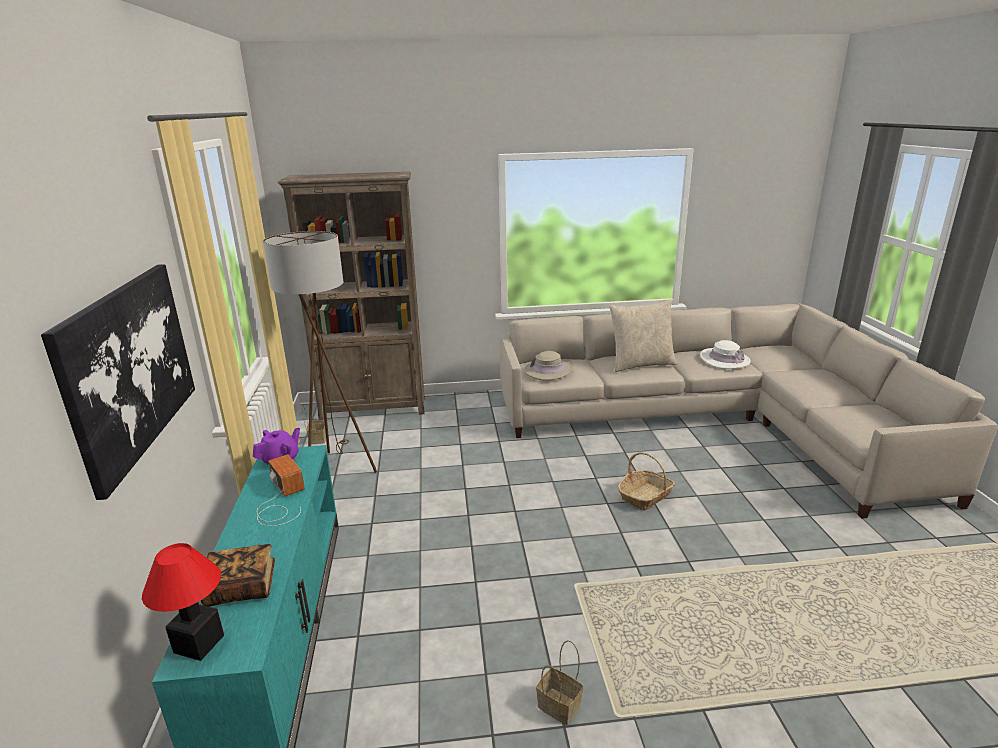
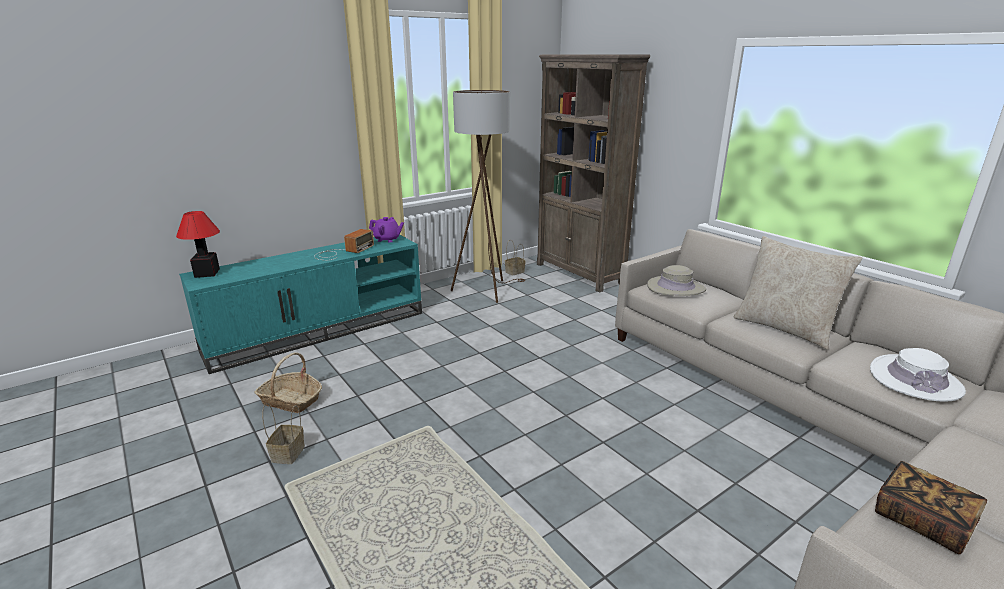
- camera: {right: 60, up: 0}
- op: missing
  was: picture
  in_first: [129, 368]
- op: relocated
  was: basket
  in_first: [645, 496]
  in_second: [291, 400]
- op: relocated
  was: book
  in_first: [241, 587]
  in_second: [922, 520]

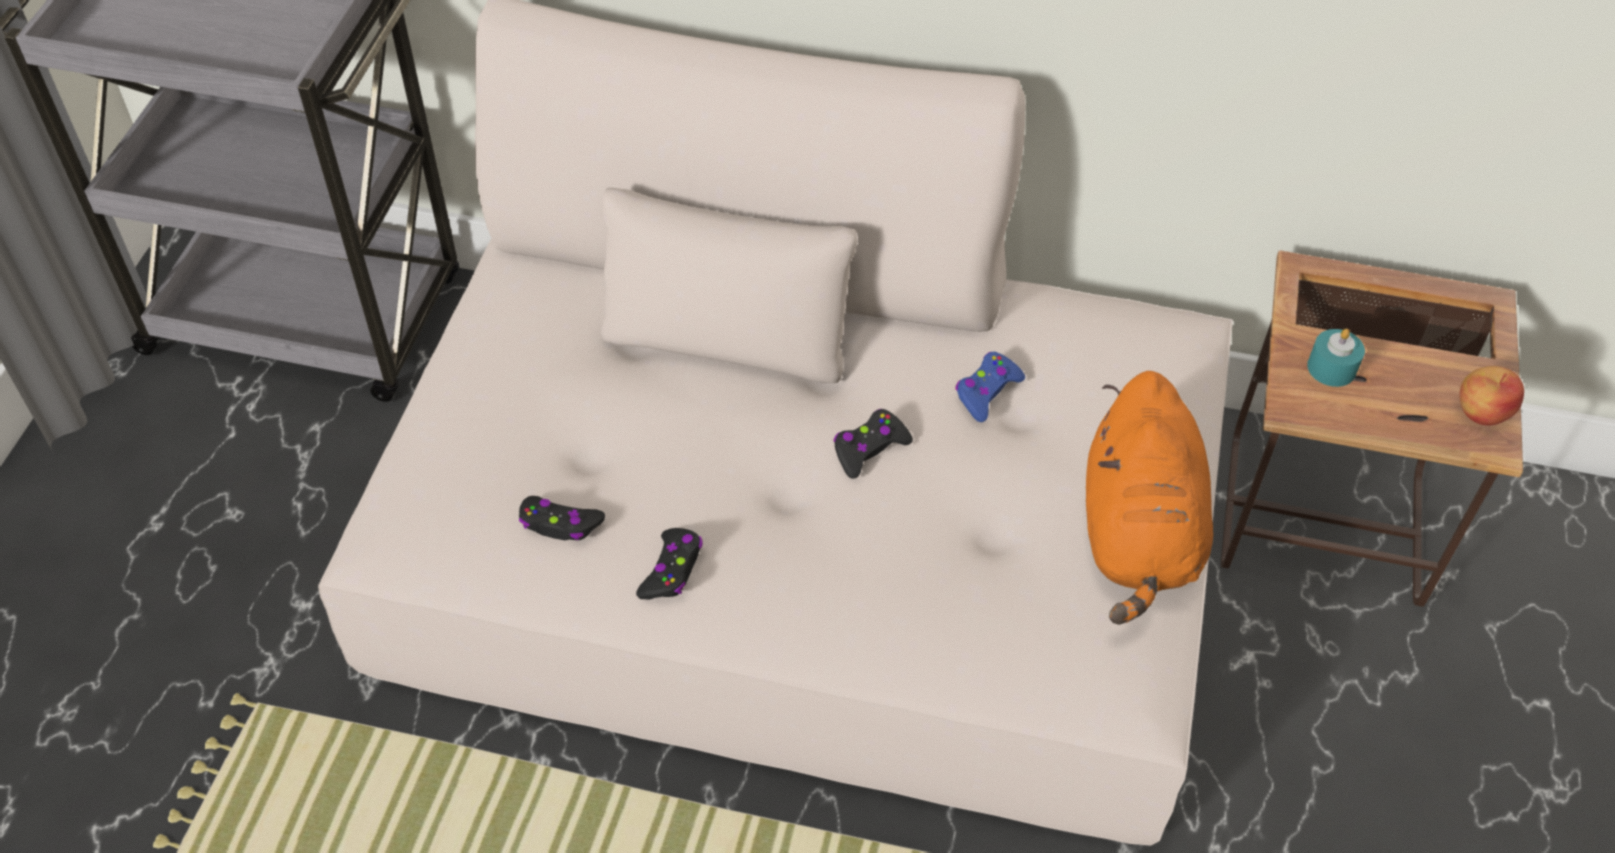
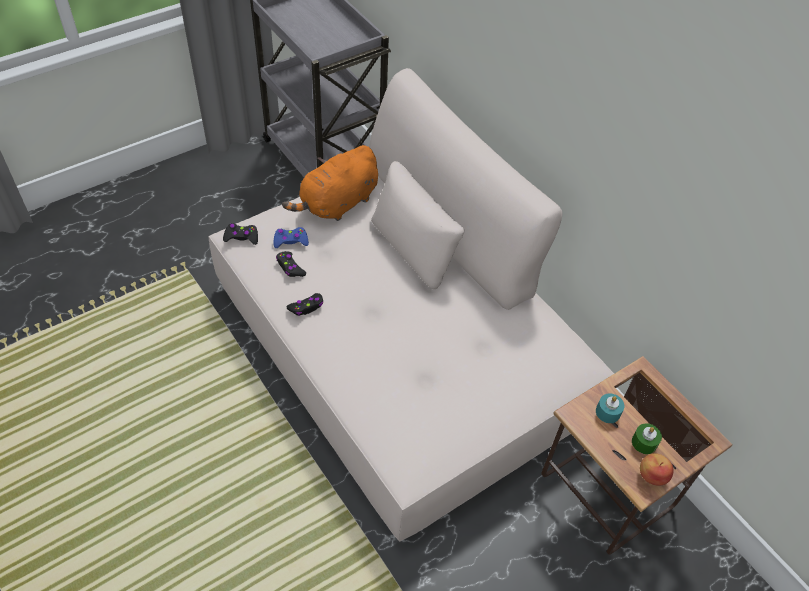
- camera: {right: 40, up: 0}
- op: relocated
  was: blue_game_controller
  in_first: [986, 392]
  in_second: [290, 241]
- op: relocated
  was: orange_plush_toy
  in_first: [1138, 534]
  in_second: [337, 204]
- op: relocated
  was: black_game_controller
  in_first: [869, 449]
  in_second: [241, 237]
- op: appeared
  now: green_candle
  in_second: [644, 442]

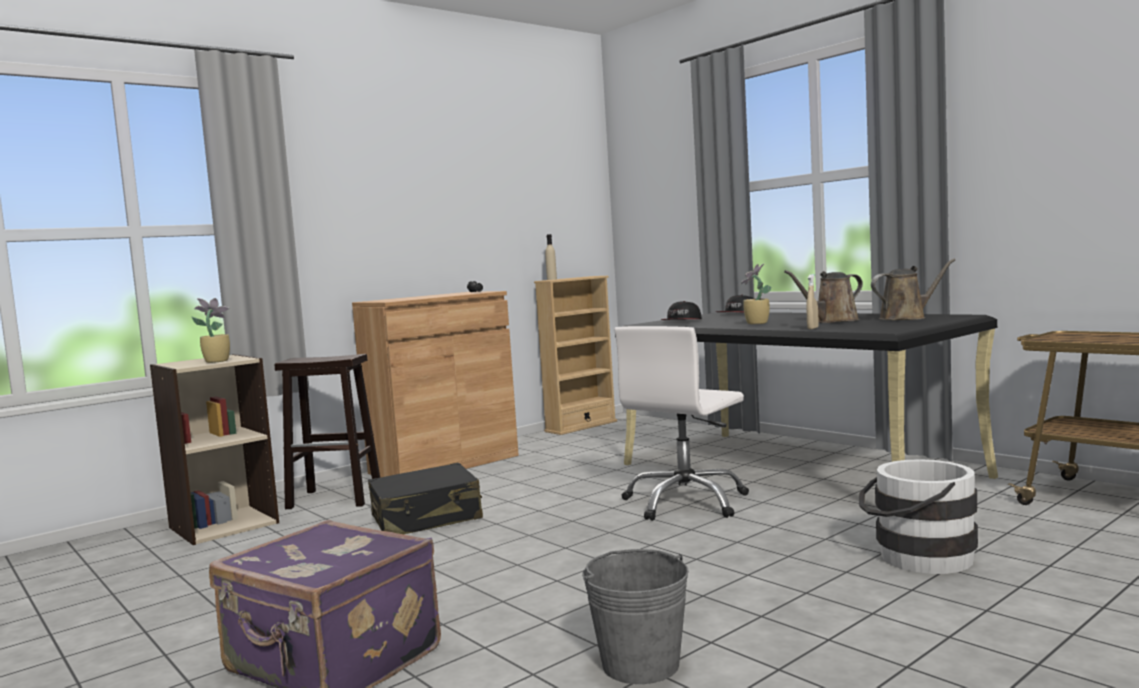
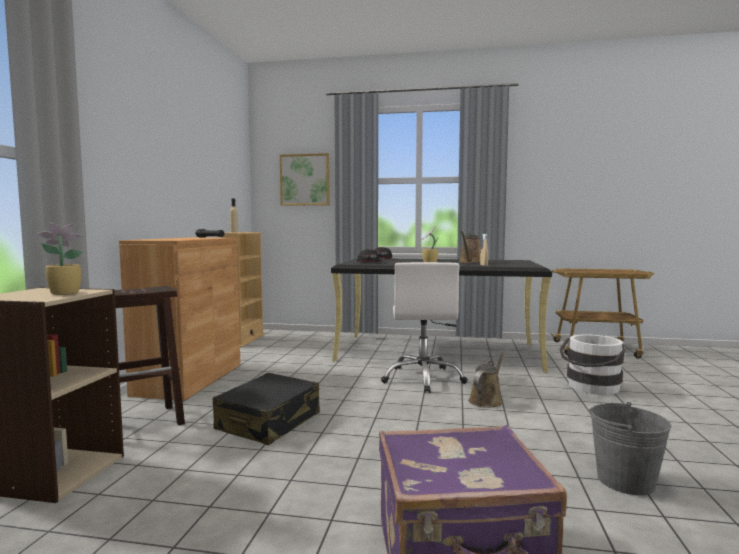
- camera: {right: -40, up: 0}
- op: relocated
  was: brown_watering_can
  in_first: [906, 318]
  in_second: [486, 400]
- op: appeared
  now: picture
  in_second: [305, 180]

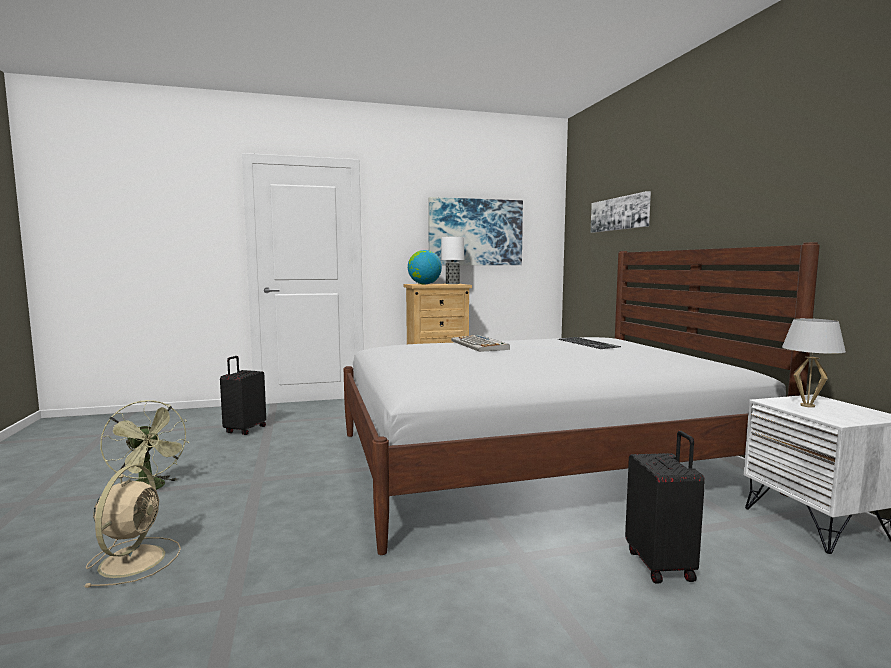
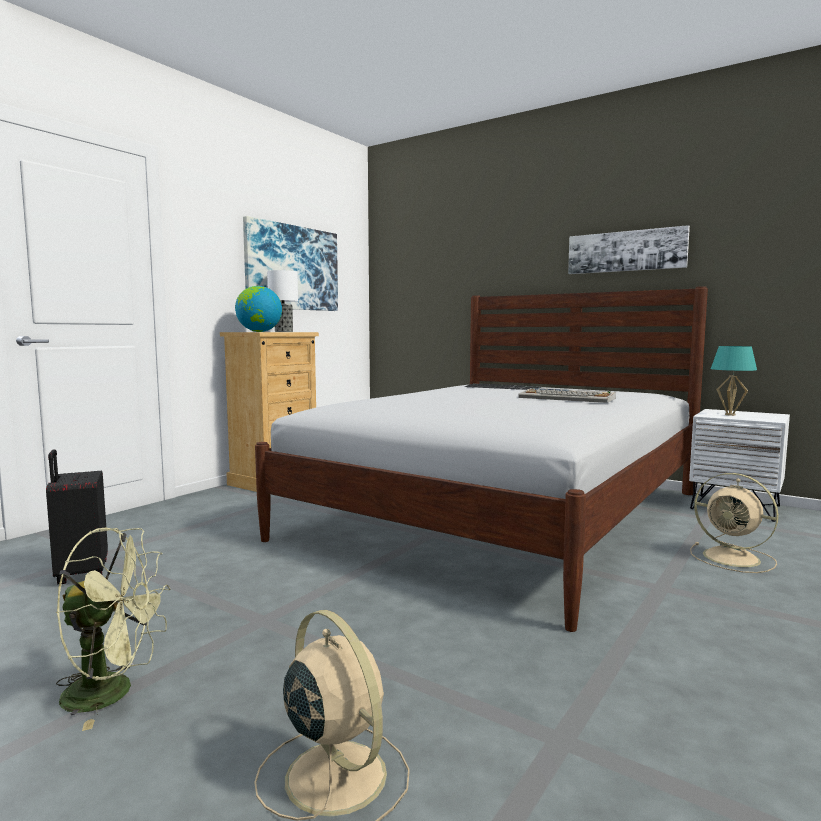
- camera: {right: -40, up: 0}
- op: relocated
  was: picture
  in_first: [620, 213]
  in_second: [626, 251]
- op: colour
  was: white_table_lamp
  now: turquoise_table_lamp
  in_first: [807, 406]
  in_second: [730, 415]
- op: relocated
  was: keyboard
  in_first: [479, 345]
  in_second: [567, 398]
- op: exchanged
  was: black_suitcase
  now: beige_fan
  in_first: [661, 565]
  in_second: [734, 558]

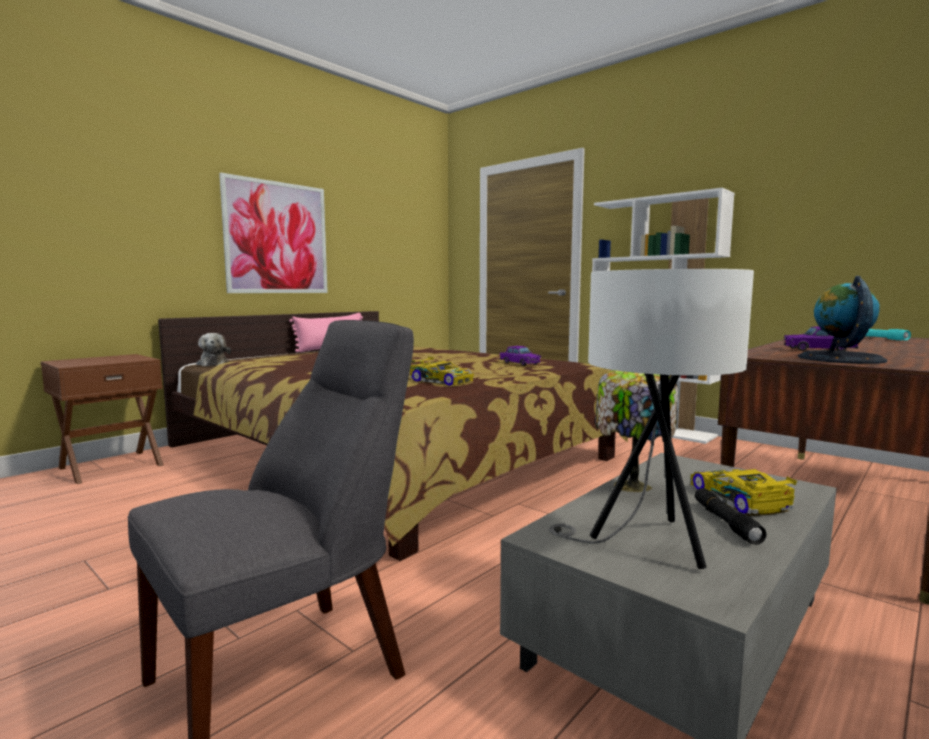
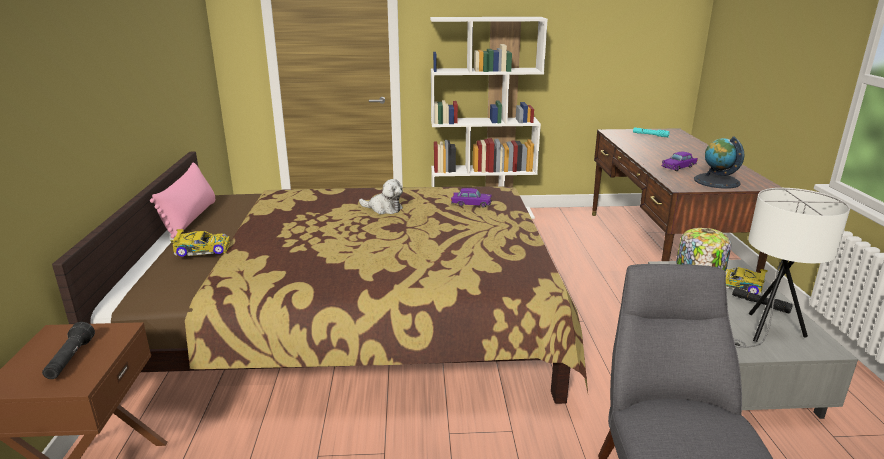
- camera: {right: -45, up: 15}
- op: missing
  was: picture
  in_first: [277, 238]
- op: relocated
  was: plush_toy
  in_first: [213, 364]
  in_second: [384, 209]
- op: relocated
  was: toy_car
  in_first: [440, 381]
  in_second: [201, 249]
- op: appeared
  now: black_flashlight
  in_second: [70, 360]

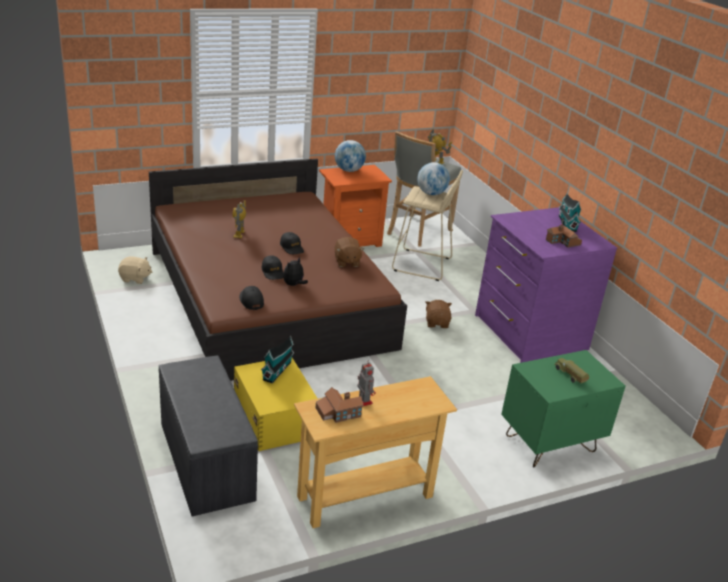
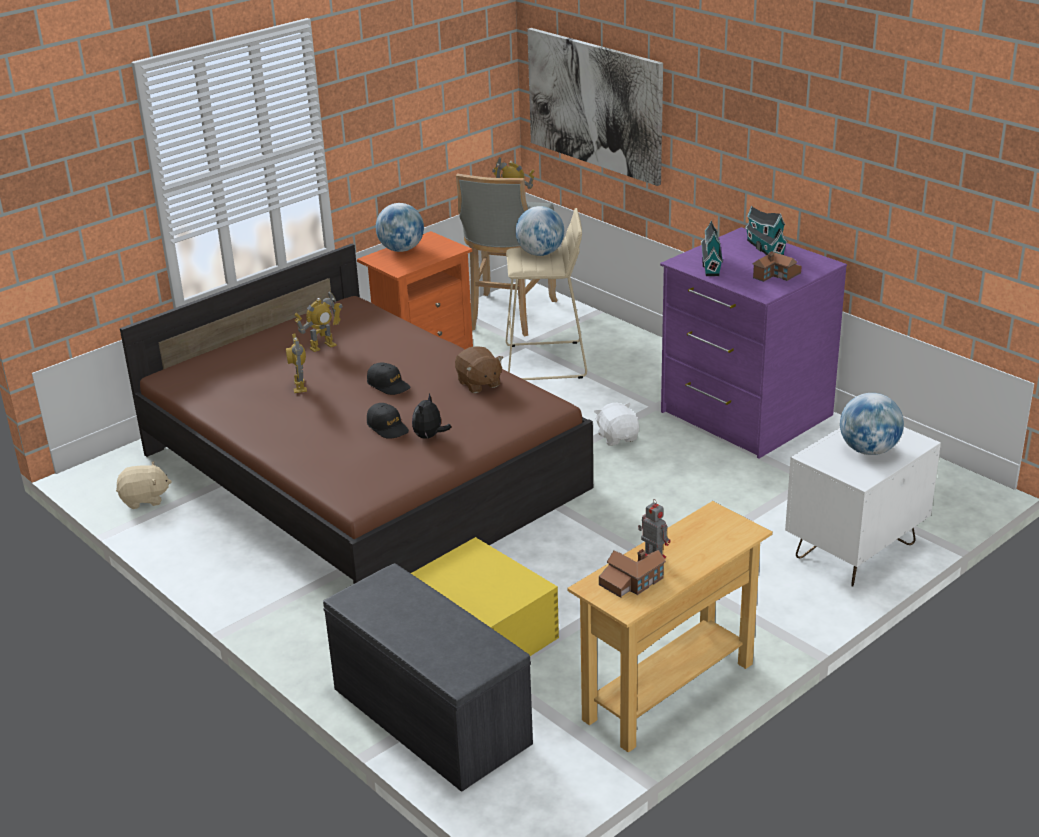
- camera: {right: -15, up: 0}
- op: missing
  was: black_cap
  in_first: [251, 301]
- op: colour
  was: brown_plush_toy
  now: white_plush_toy
  in_first: [437, 323]
  in_second: [617, 437]
- op: relocated
  was: toy_house
  in_first: [278, 370]
  in_second: [711, 264]
- op: colour
  was: green_nightstand
  now: white_nightstand
  in_first: [550, 444]
  in_second: [855, 552]
- op: exchanged
  was: toy_truck
  now: globe
  in_first: [569, 376]
  in_second: [868, 450]
- op: appeared
  now: picture
  in_second: [594, 104]
- op: appeared
  now: toy_robot
  in_second: [322, 346]

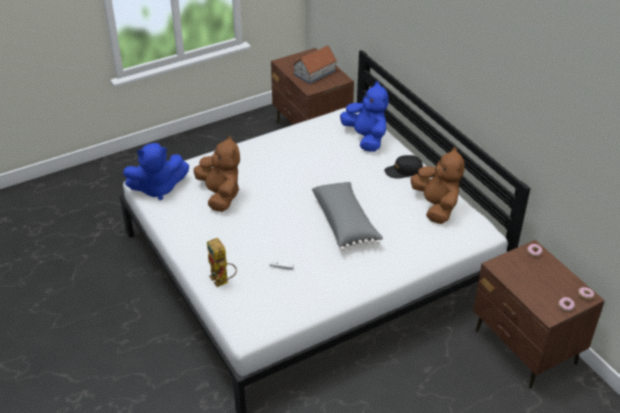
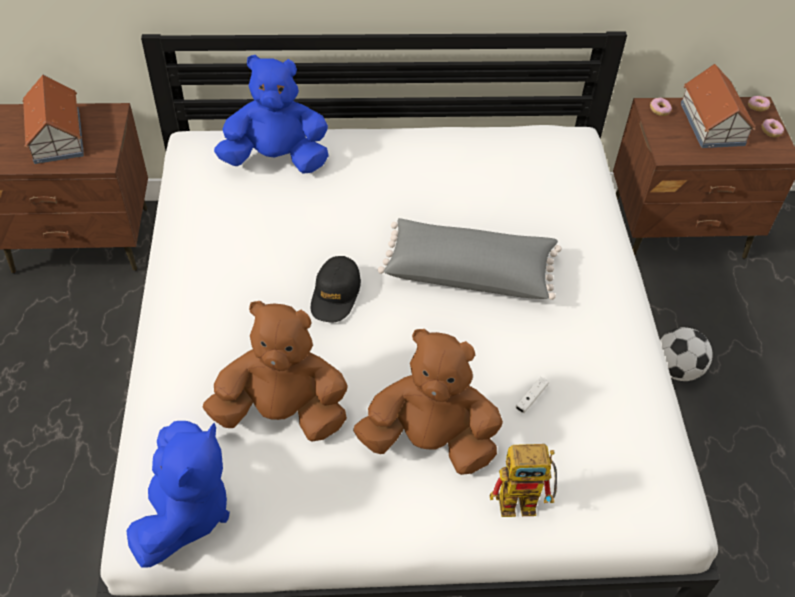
- camera: {right: -65, up: 10}
- op: relocated
  was: brown_plush_toy
  in_first: [436, 207]
  in_second: [429, 441]
- op: relocated
  was: black_cap
  in_first: [403, 171]
  in_second: [335, 295]
- op: appeared
  now: toy_house
  in_second: [712, 123]
- op: appeared
  now: football
  in_second: [676, 369]

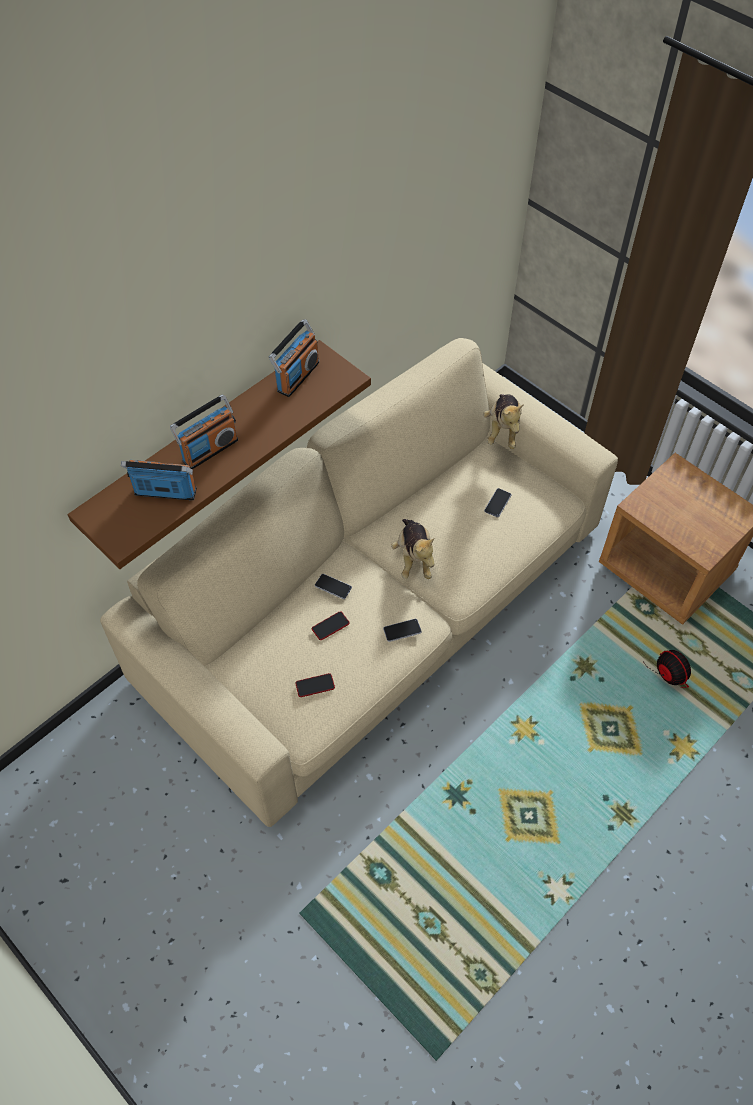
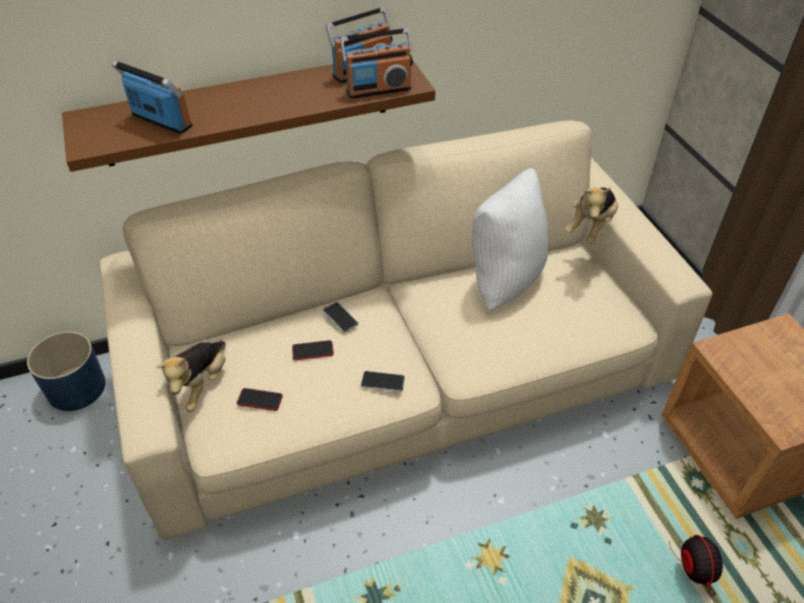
- camera: {right: 25, up: -10}
- op: relocated
  was: radio
  in_first: [209, 450]
  in_second: [378, 89]
- op: missing
  was: phone
  in_first: [497, 503]
- op: relocated
  was: plush_toy
  in_first: [414, 558]
  in_second: [201, 385]
- op: appeared
  now: white_pillow
  in_second: [503, 280]
- op: appeared
  now: blue_planter
  in_second: [77, 388]

